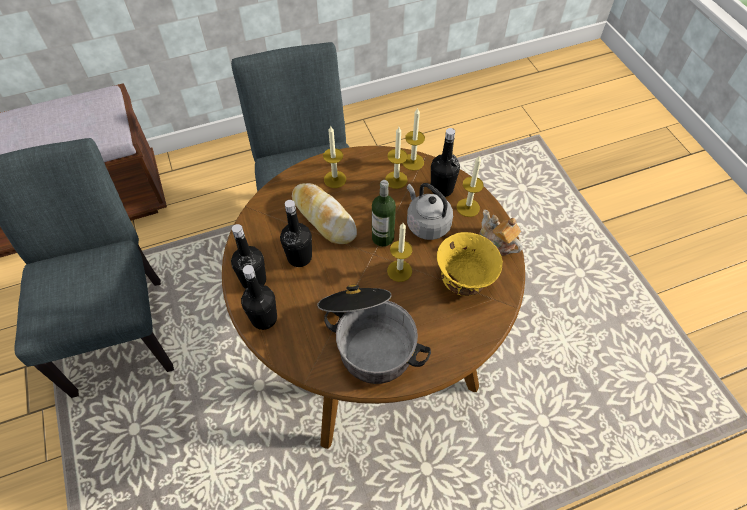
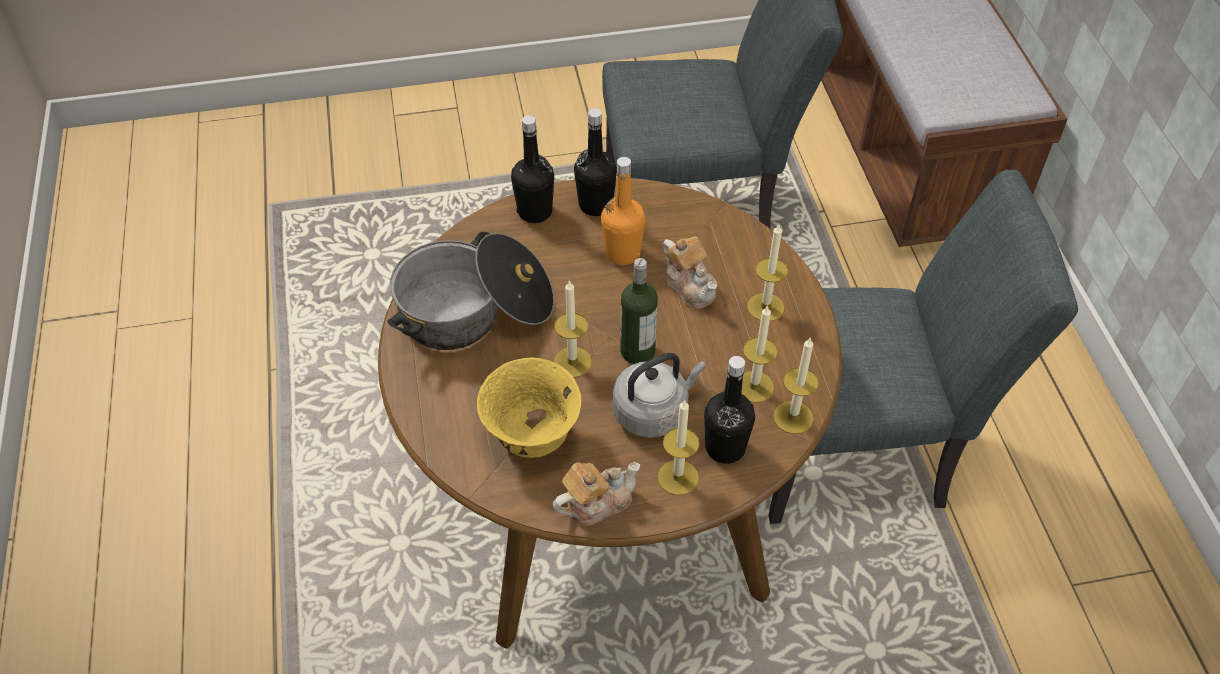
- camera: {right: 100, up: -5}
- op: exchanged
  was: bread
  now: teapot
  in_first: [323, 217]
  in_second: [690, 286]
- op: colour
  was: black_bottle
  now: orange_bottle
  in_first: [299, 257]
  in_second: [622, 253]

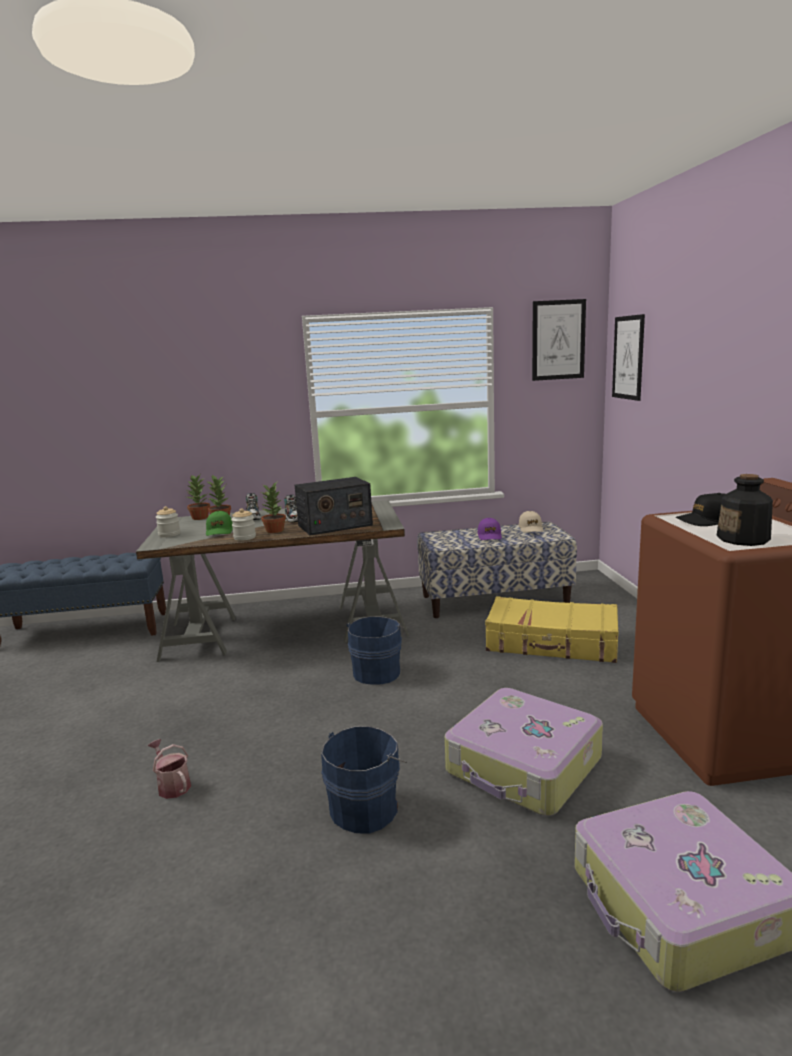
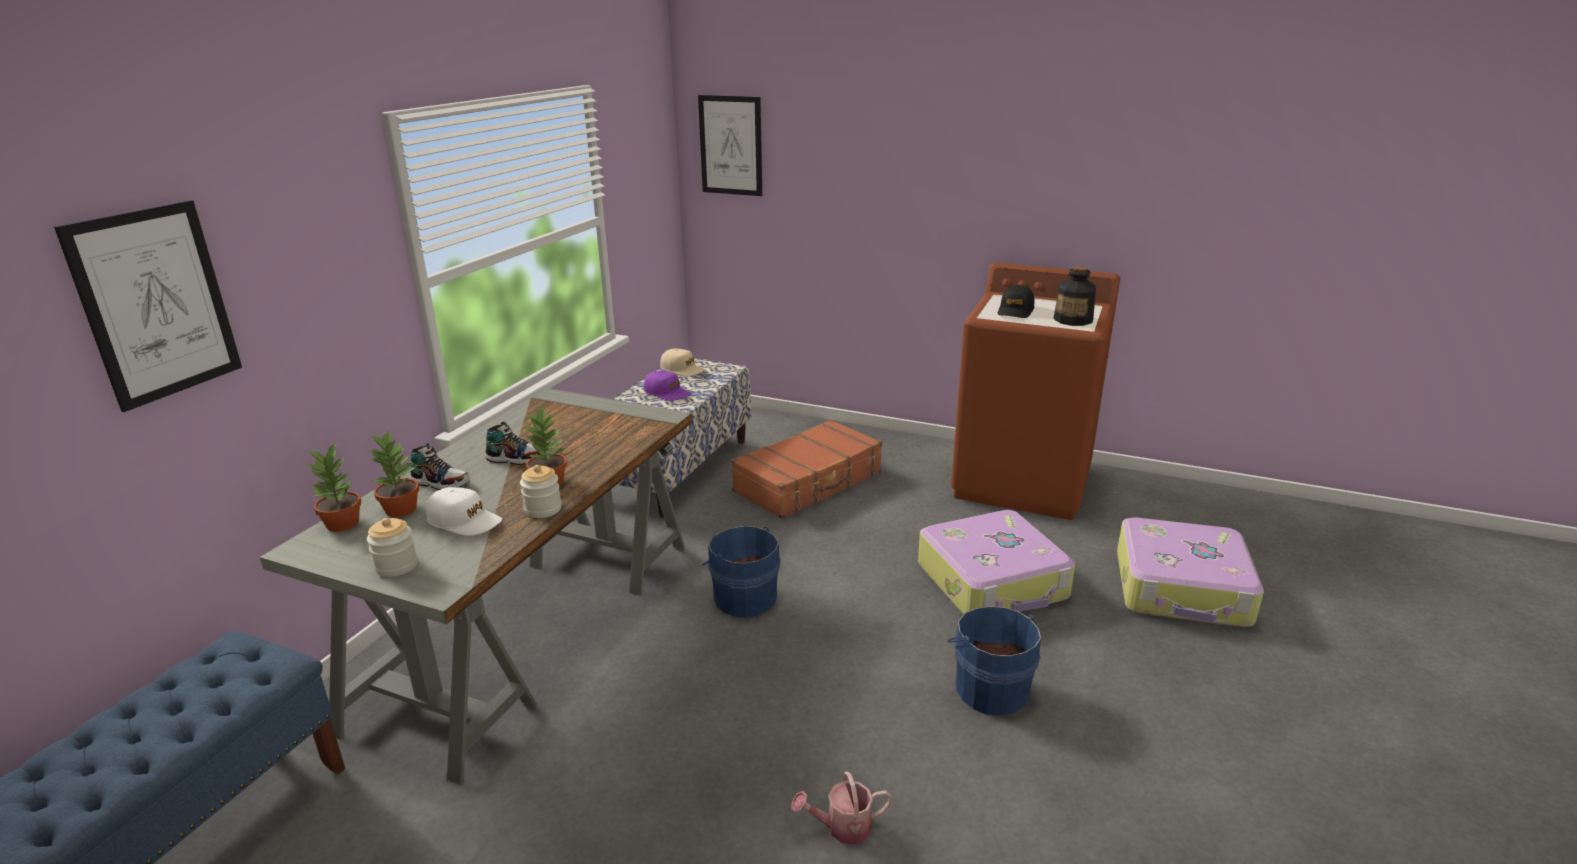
- camera: {right: -60, up: 10}
- op: relocated
  was: picture
  in_first: [558, 340]
  in_second: [156, 304]
- op: missing
  was: radio
  in_first: [334, 525]
- op: colour
  was: green_cap
  now: white_cap
  in_first: [219, 531]
  in_second: [465, 521]
- op: colour
  was: yellow_suitcase
  now: brown_suitcase
  in_first: [552, 643]
  in_second: [809, 482]

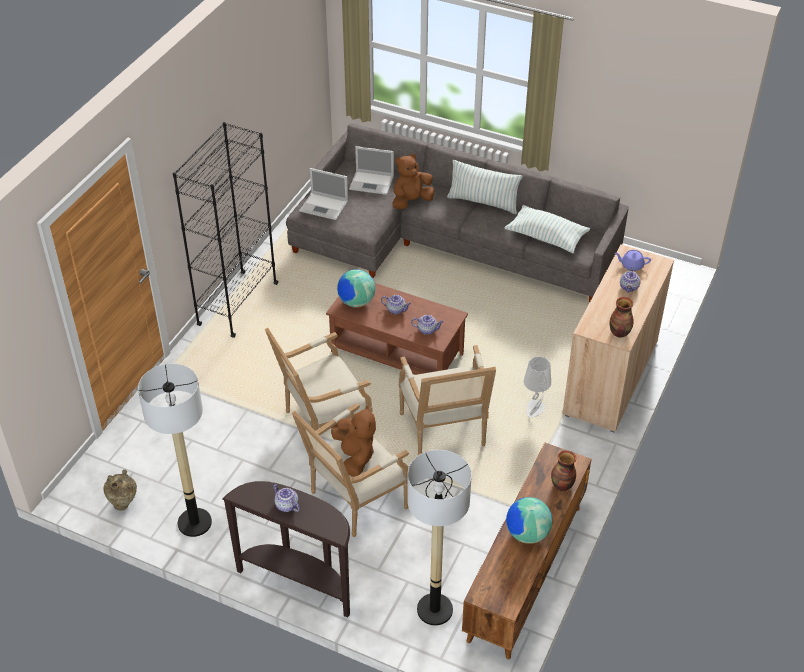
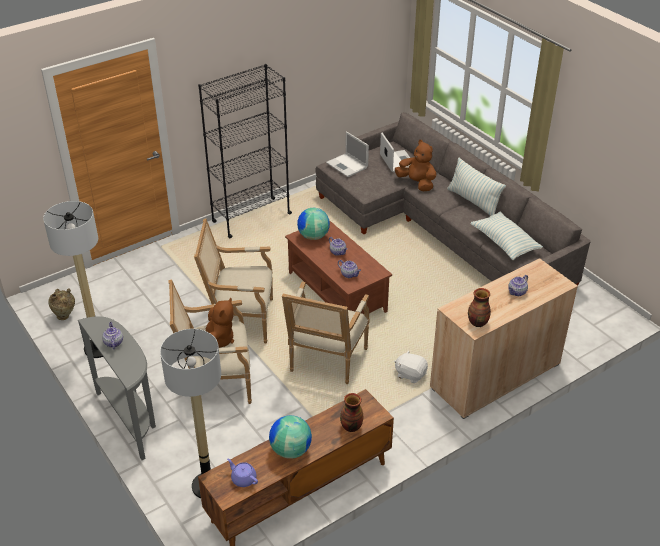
- camera: {right: 30, up: -5}
- op: spun
  was: laptop
  in_first: [372, 183]
  in_second: [397, 161]
  clockwise: -150
- op: spun
  was: brown_plush_toy
  in_first: [411, 201]
  in_second: [417, 183]
  clockwise: 45
- op: relocated
  was: purple_teapot
  in_first: [631, 265]
  in_second: [243, 479]
- op: exchanged
  was: grey_table_lamp
  now: white_plush_toy
  in_first: [534, 409]
  in_second: [410, 374]
- op: colour
  was: brown_console_table
  now: grey_console_table
  in_first: [299, 581]
  in_second: [131, 419]

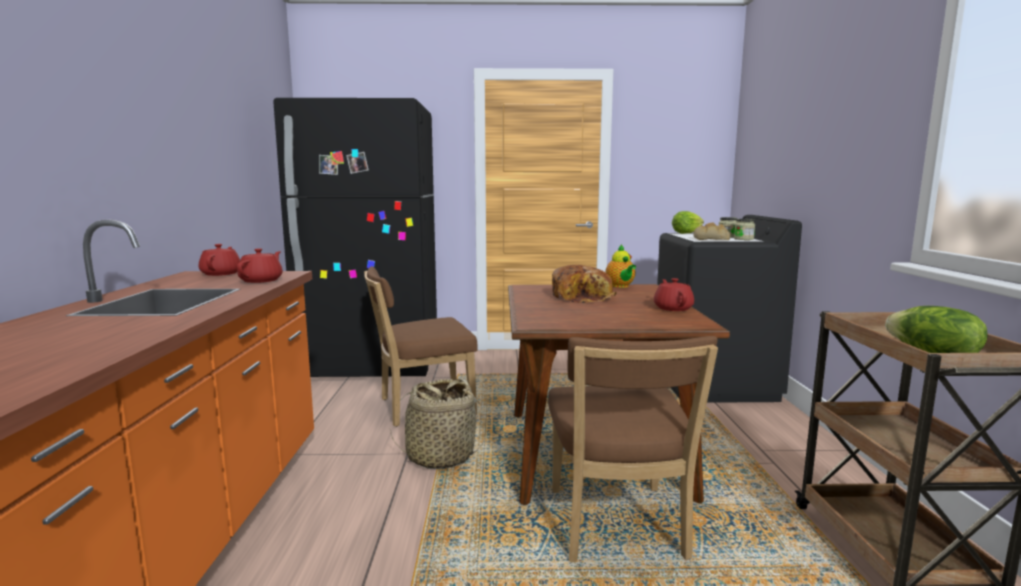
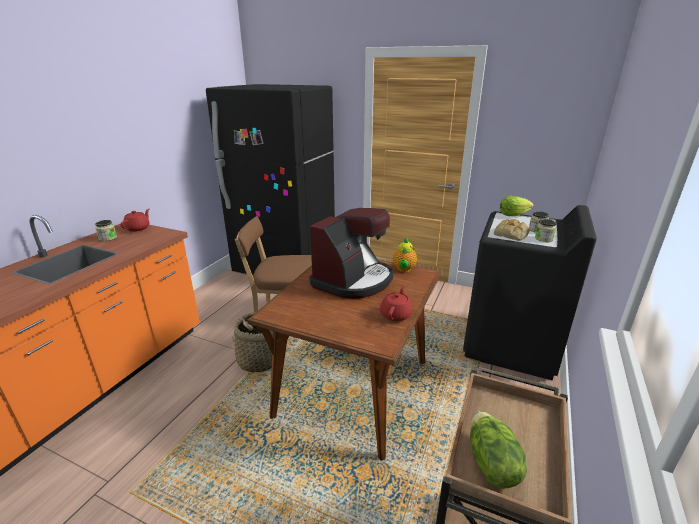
- camera: {right: 25, up: 15}
- op: missing
  was: red_teapot
  in_first: [262, 280]
- op: exchanged
  was: bread
  now: coffee_machine
  in_first: [582, 297]
  in_second: [353, 280]
- op: missing
  was: brown_chair
  in_first: [617, 527]
- op: appeared
  now: jar
  in_second: [108, 238]

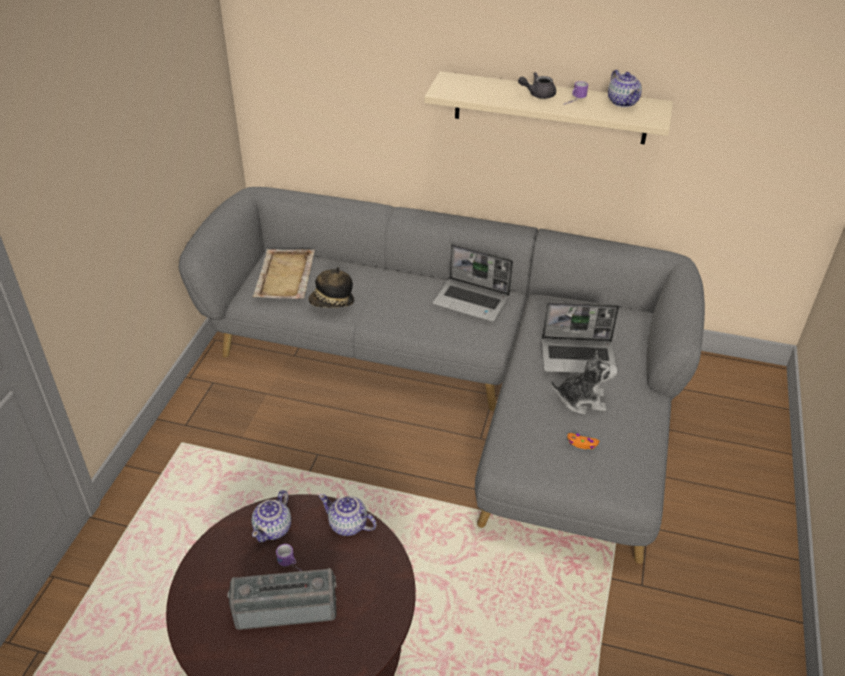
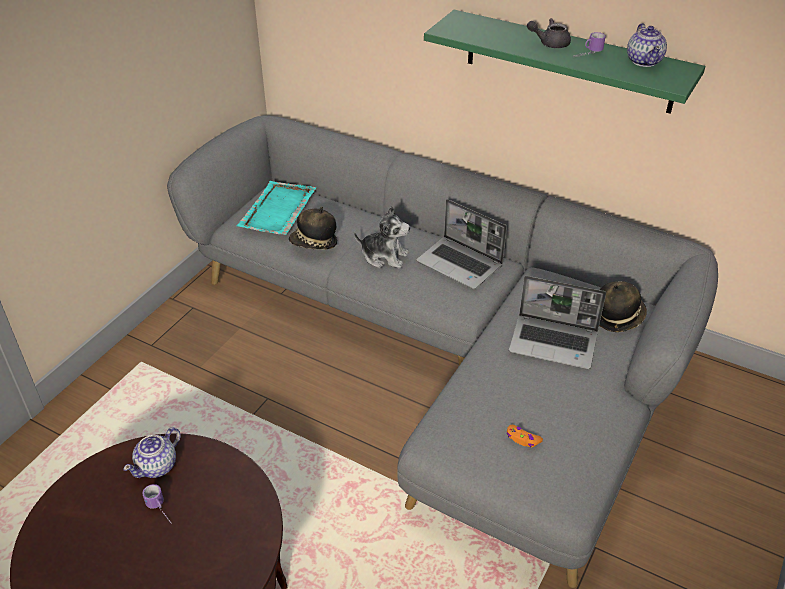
- camera: {right: 15, up: 0}
- op: colour
  was: beige_shelf
  now: green_shelf
  in_first: [550, 108]
  in_second: [568, 61]
- op: colour
  was: beige_tray
  now: turquoise_tray
  in_first: [284, 277]
  in_second: [277, 211]
- op: relocated
  was: plush_toy
  in_first: [581, 400]
  in_second: [384, 256]
- op: missing
  was: teapot
  in_first: [348, 525]
- op: missing
  was: radio
  in_first: [286, 607]
- op: appeared
  now: hat
  in_second: [617, 316]

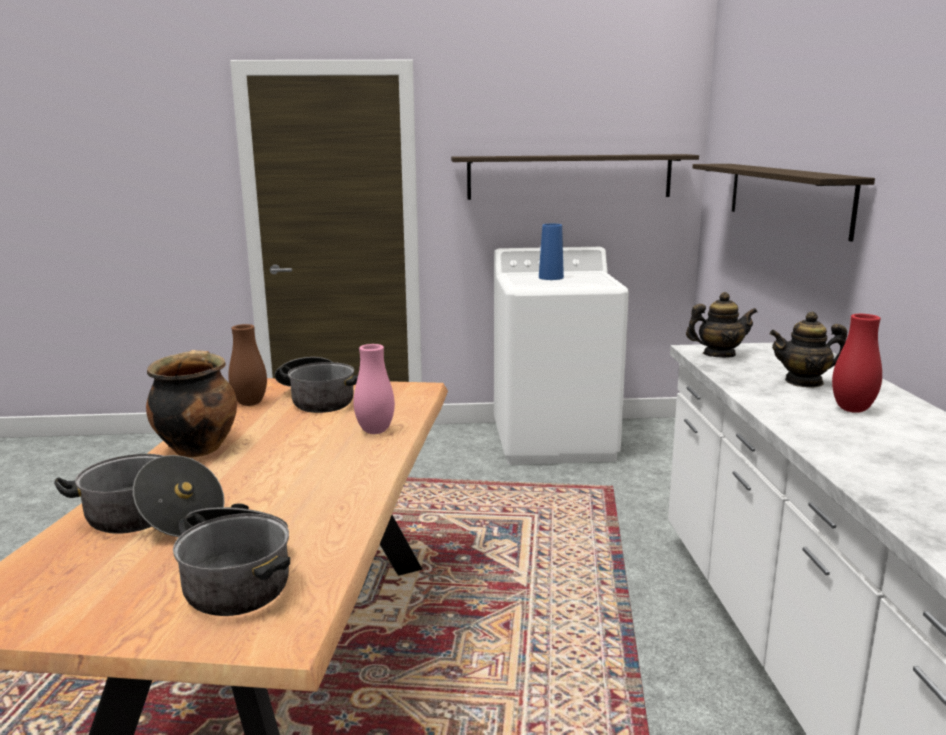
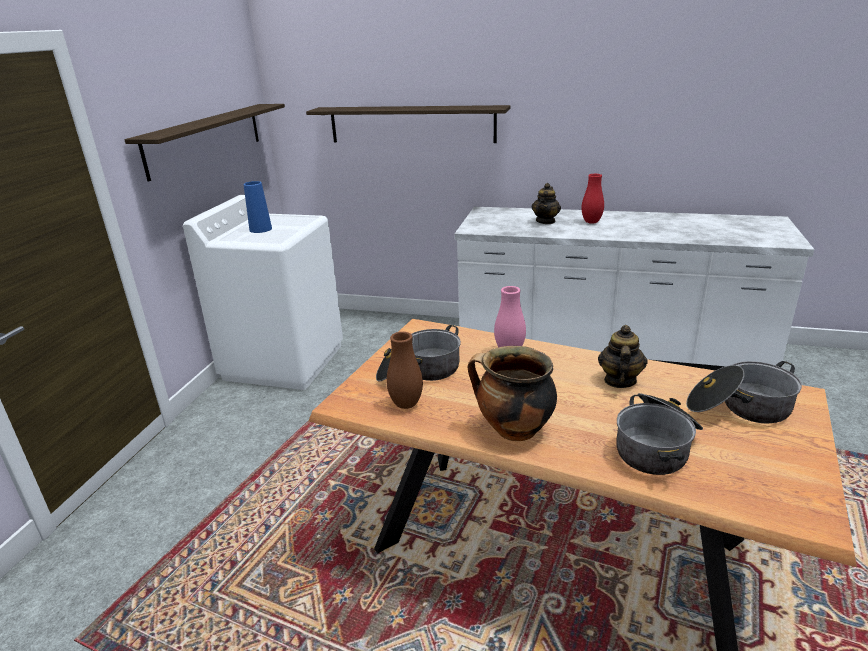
- camera: {right: -70, up: 10}
- op: relocated
  was: teapot
  in_first: [718, 355]
  in_second: [619, 380]

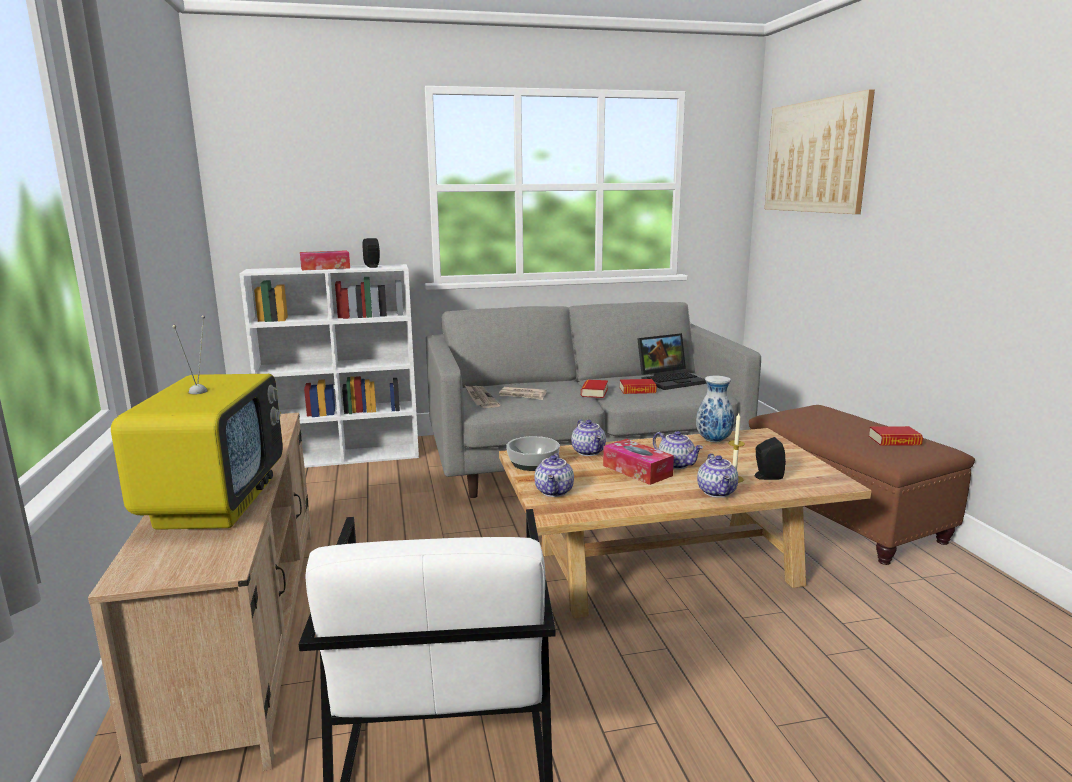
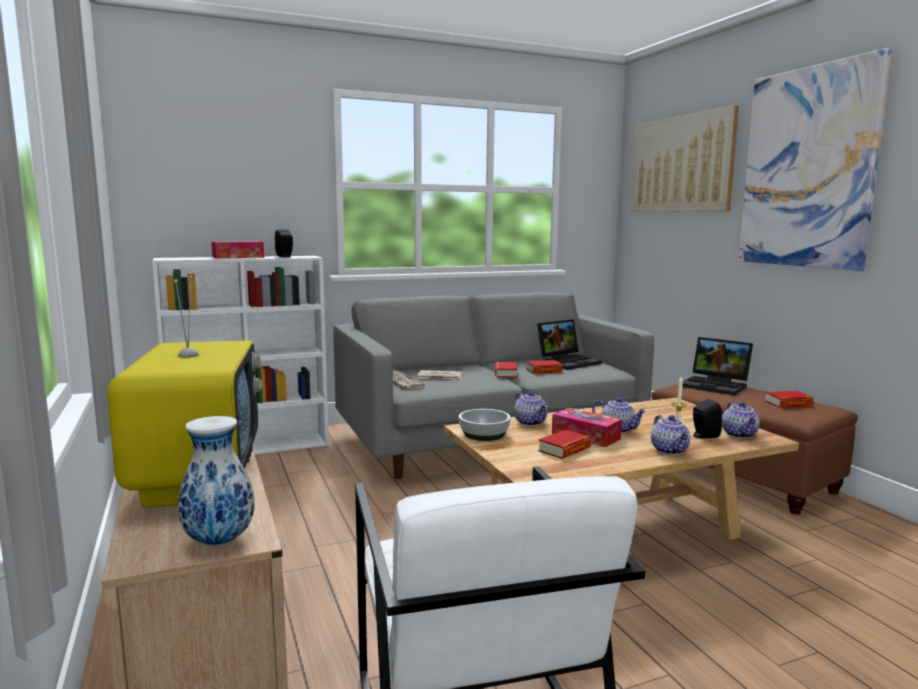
- camera: {right: -10, up: -5}
- op: relocated
  was: vase
  in_first: [713, 440]
  in_second: [220, 540]
- op: relocated
  was: teapot
  in_first: [555, 492]
  in_second: [740, 435]
- op: appeared
  now: picture
  in_second: [808, 168]
- op: appeared
  now: laptop
  in_second: [716, 385]
- op: appeared
  now: book
  in_second: [564, 449]

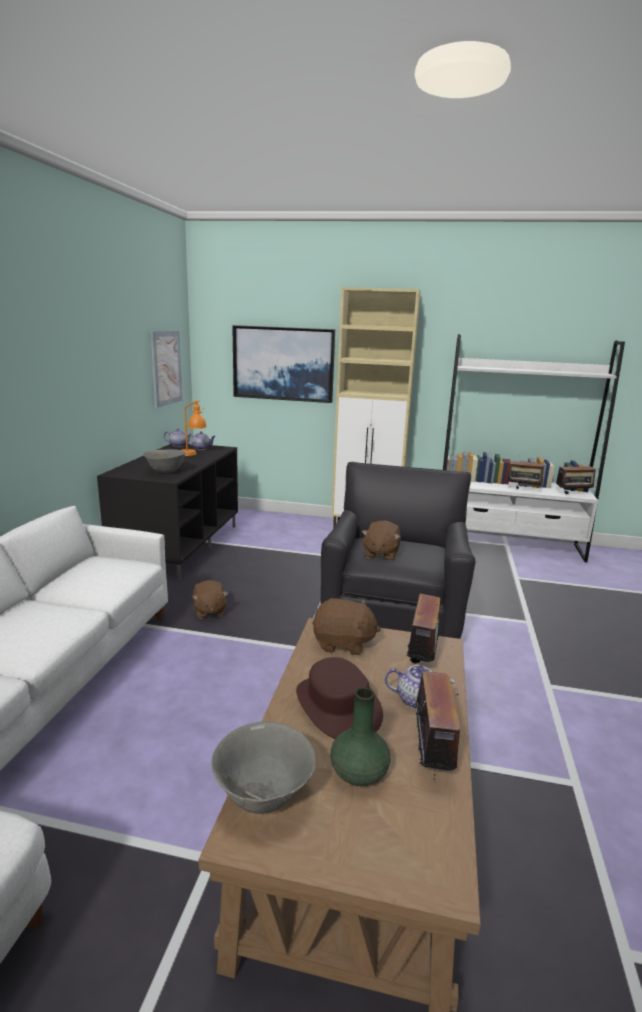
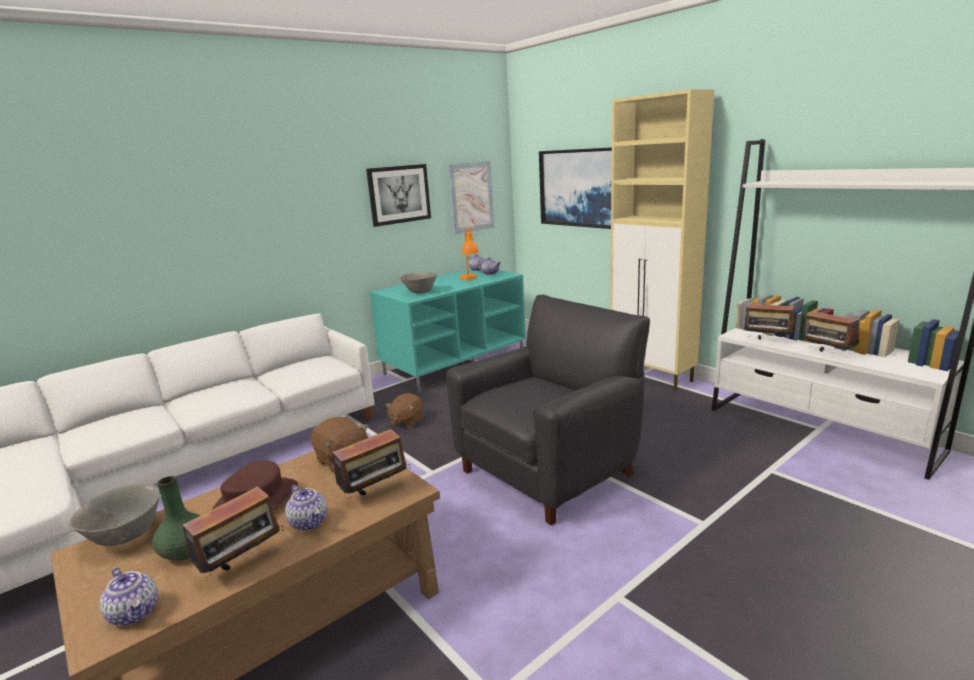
- camera: {right: 40, up: 0}
- op: colour
  was: black_tv_stand
  now: turquoise_tv_stand
  in_first: [178, 546]
  in_second: [455, 363]
- op: relocated
  was: radio
  in_first: [573, 495]
  in_second: [767, 342]
- op: missing
  was: brown_plush_toy
  in_first: [380, 554]
- op: appeared
  now: picture
  in_second: [399, 194]
- op: appeared
  now: teapot
  in_second: [135, 613]

